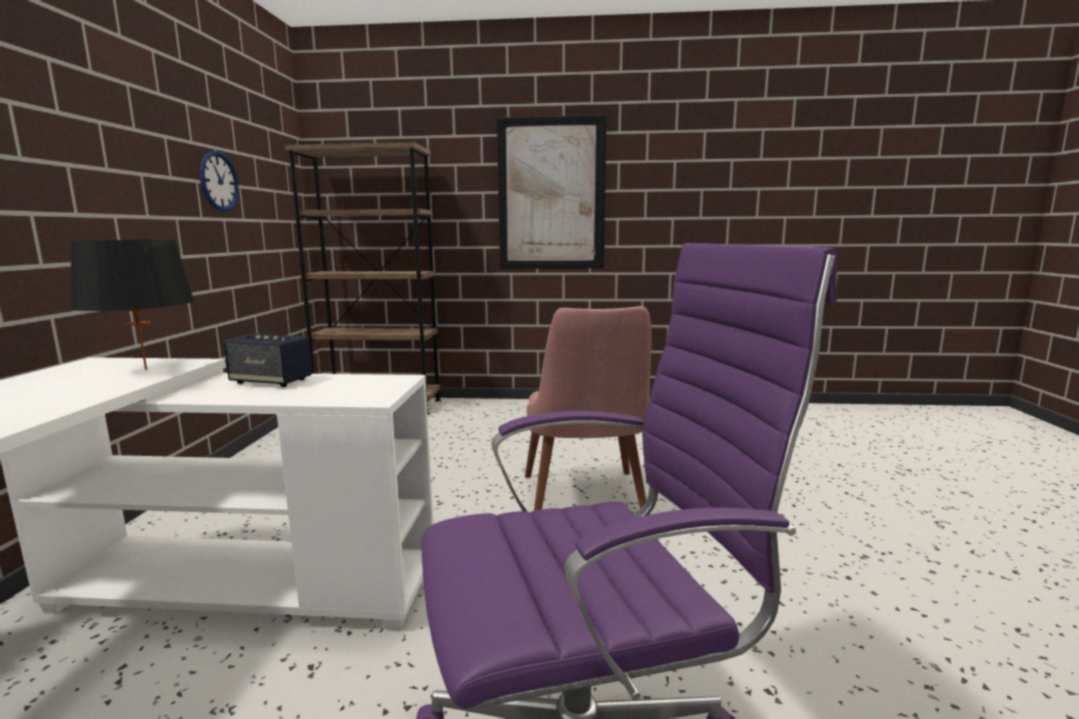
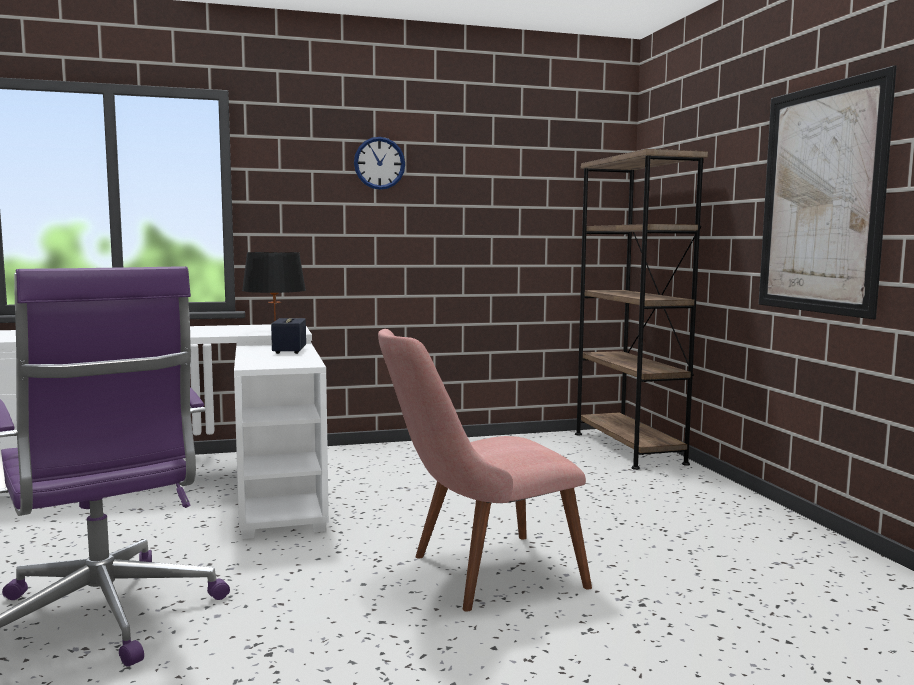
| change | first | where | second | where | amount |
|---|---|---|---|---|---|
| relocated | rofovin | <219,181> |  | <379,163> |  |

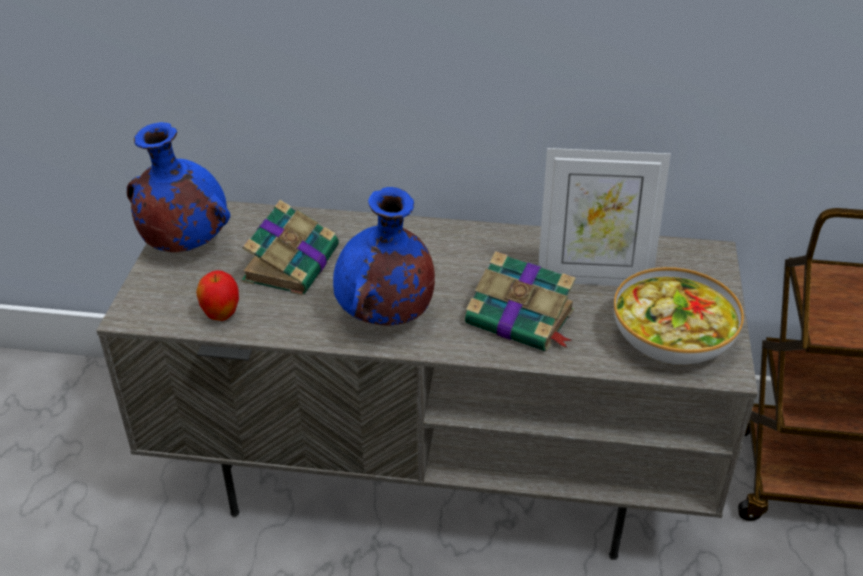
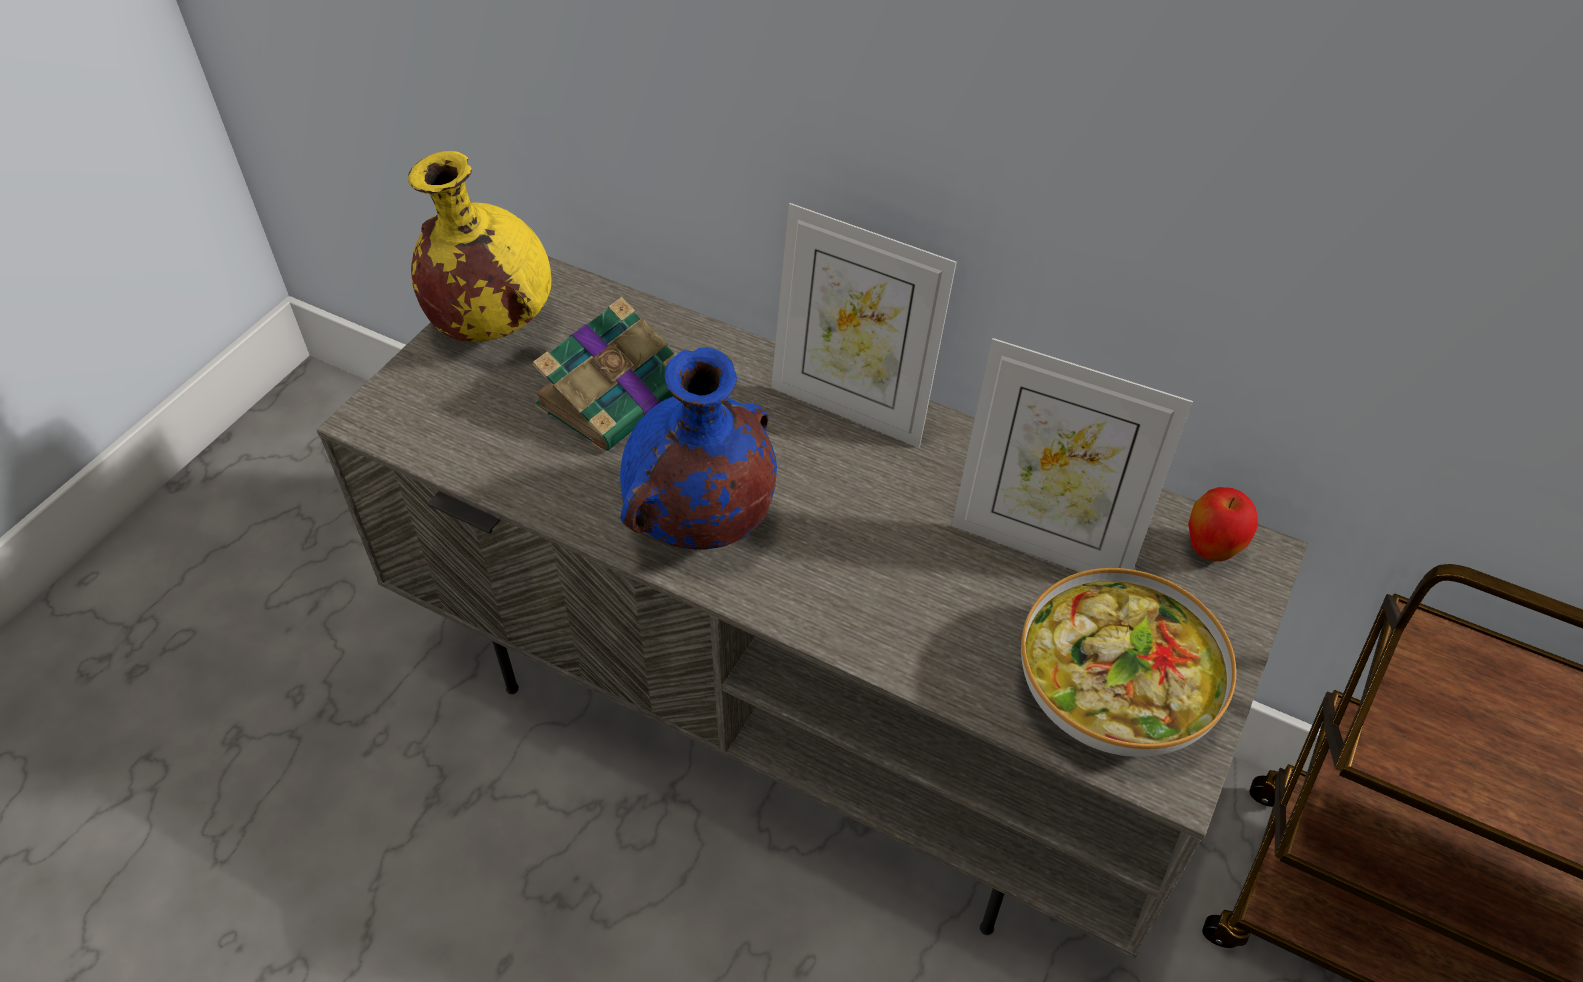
| change | first | where | second | where | amount |
|---|---|---|---|---|---|
| missing | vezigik | <520,301> |  |  |  |
| appeared |  |  | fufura | <864,325> |  |
| relocated | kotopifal | <217,295> |  | <1223,524> |  |
| colour | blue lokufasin | <178,187> | yellow lokufasin | <479,246> |  |

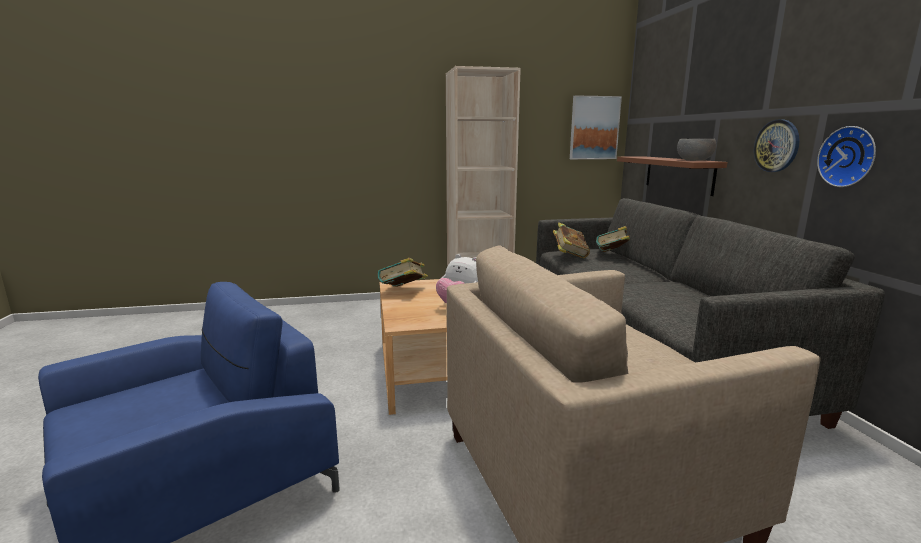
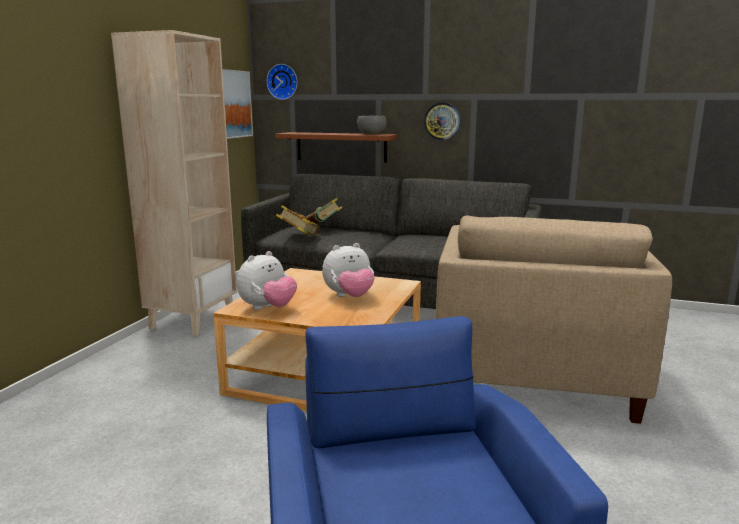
| change | first | where | second | where | amount |
|---|---|---|---|---|---|
| relocated | rofovin | <846,156> |  | <282,82> |  |
| exchanged | vezigik | <403,272> | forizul | <267,280> |  |

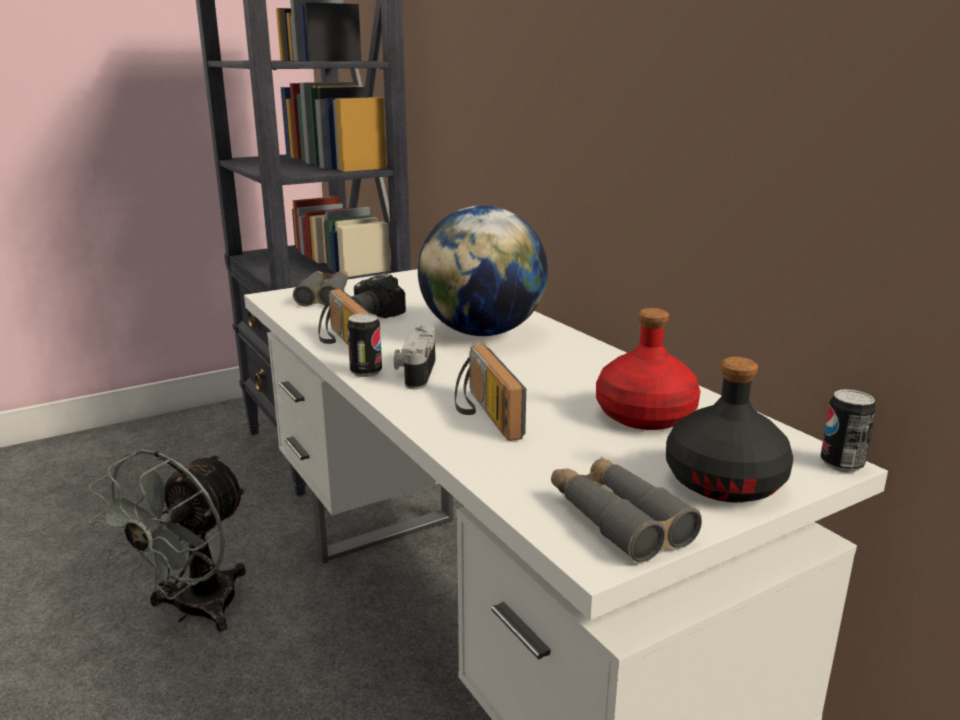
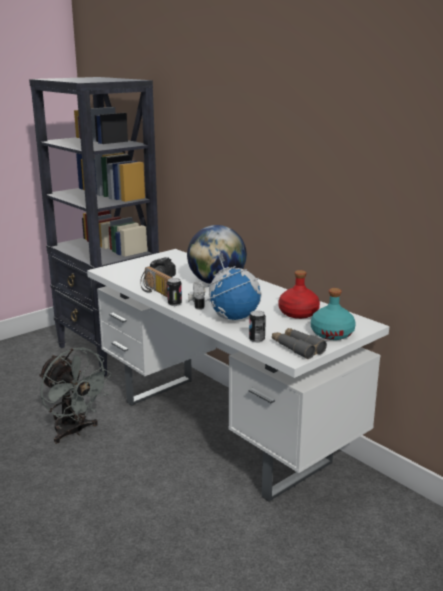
| change | first | where | second | where | amount |
|---|---|---|---|---|---|
| missing | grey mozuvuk | <320,289> |  |  |  |
| relocated | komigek | <848,431> |  | <257,327> |  |
| exchanged | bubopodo | <490,392> | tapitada | <233,287> |  |
| colour | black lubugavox | <729,429> | turquoise lubugavox | <333,314> |  |
| spun | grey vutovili | <167,541> |  | <75,395> | 60 degrees counterclockwise |

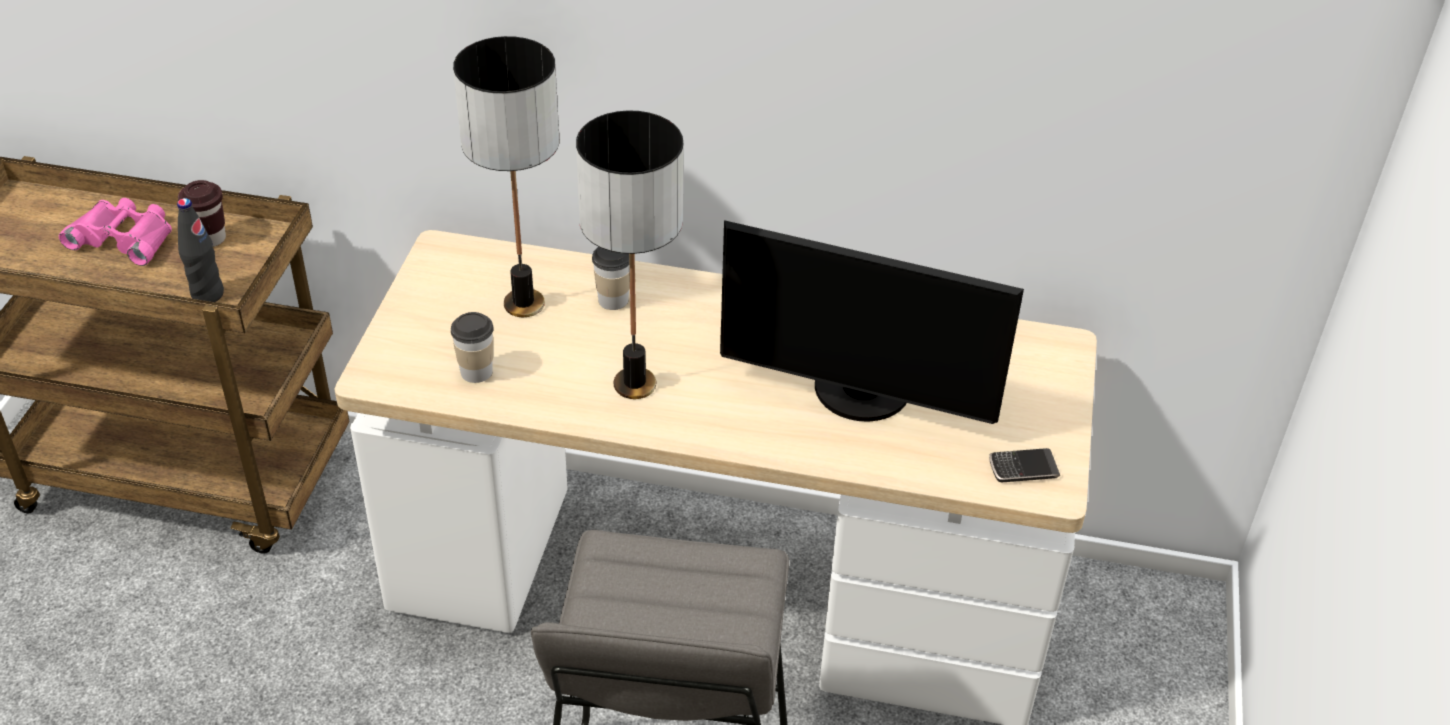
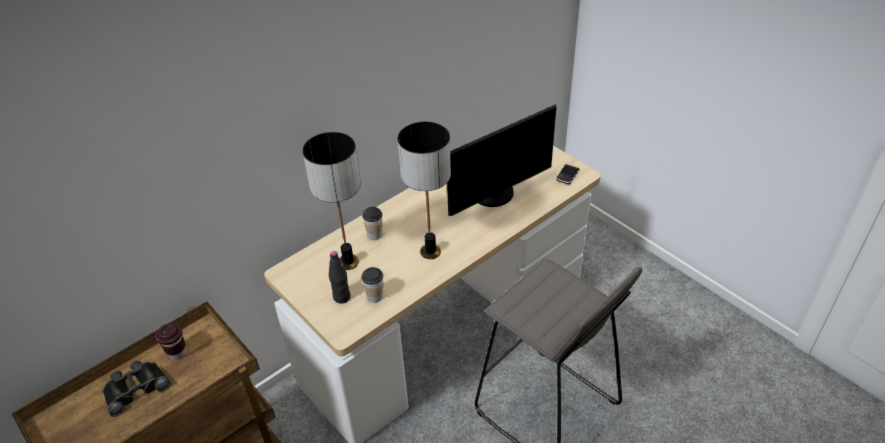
| change | first | where | second | where | amount |
|---|---|---|---|---|---|
| relocated | black lubugavox | <200,250> |  | <340,277> |  |
| colour | pink mozuvuk | <115,232> | black mozuvuk | <137,389> |  |

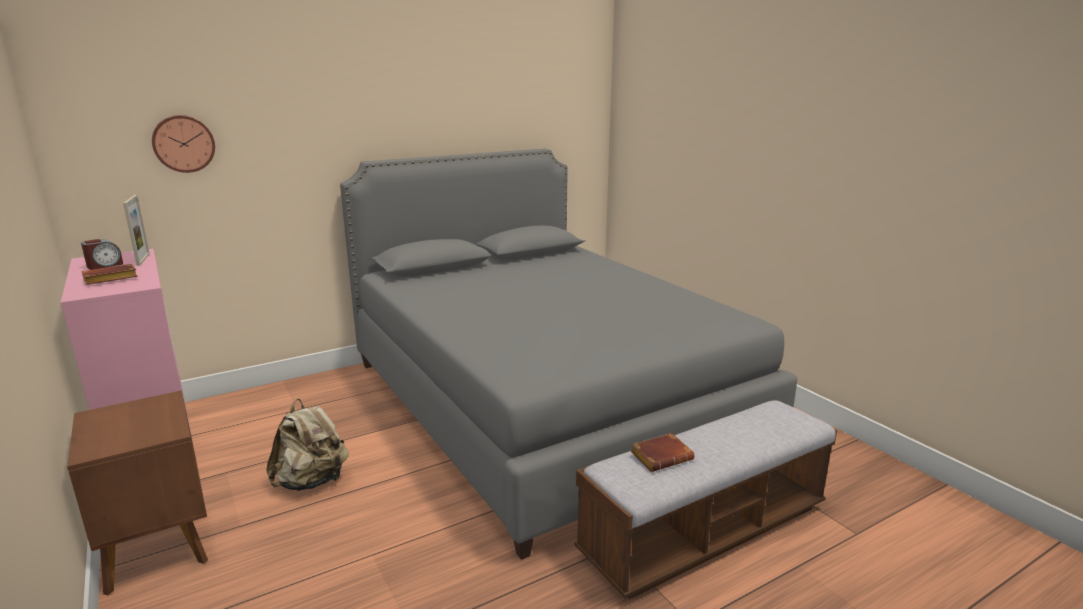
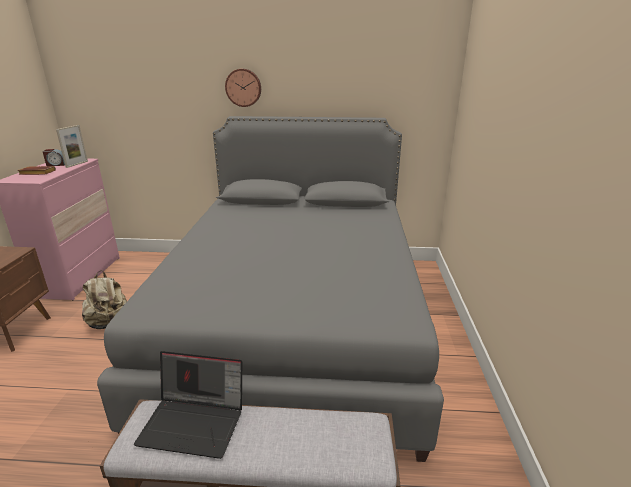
| change | first | where | second | where | amount |
|---|---|---|---|---|---|
| relocated | rofovin | <183,144> |  | <243,88> |  |
| exchanged | brown vezigik | <662,452> | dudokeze | <188,405> |  |

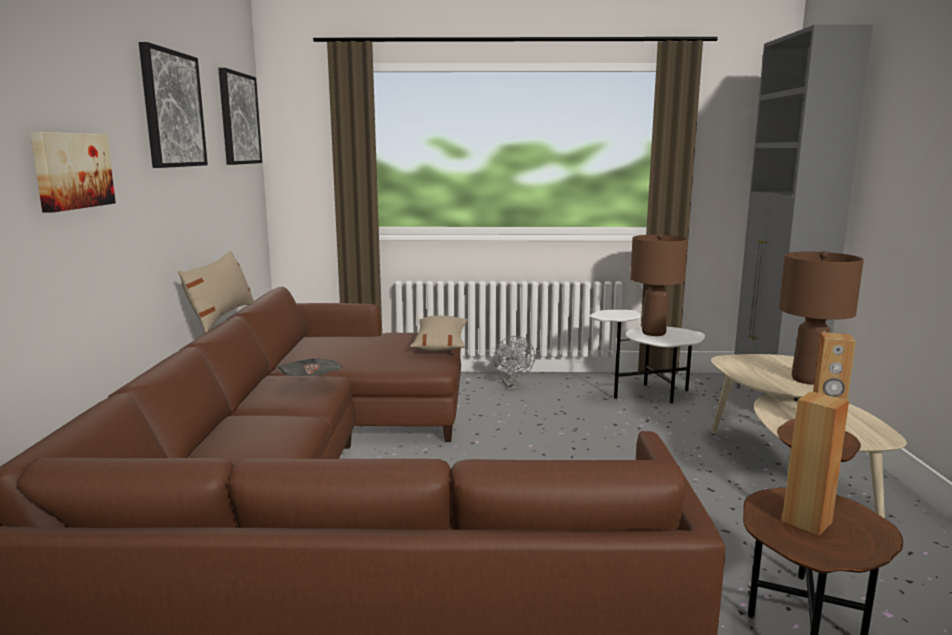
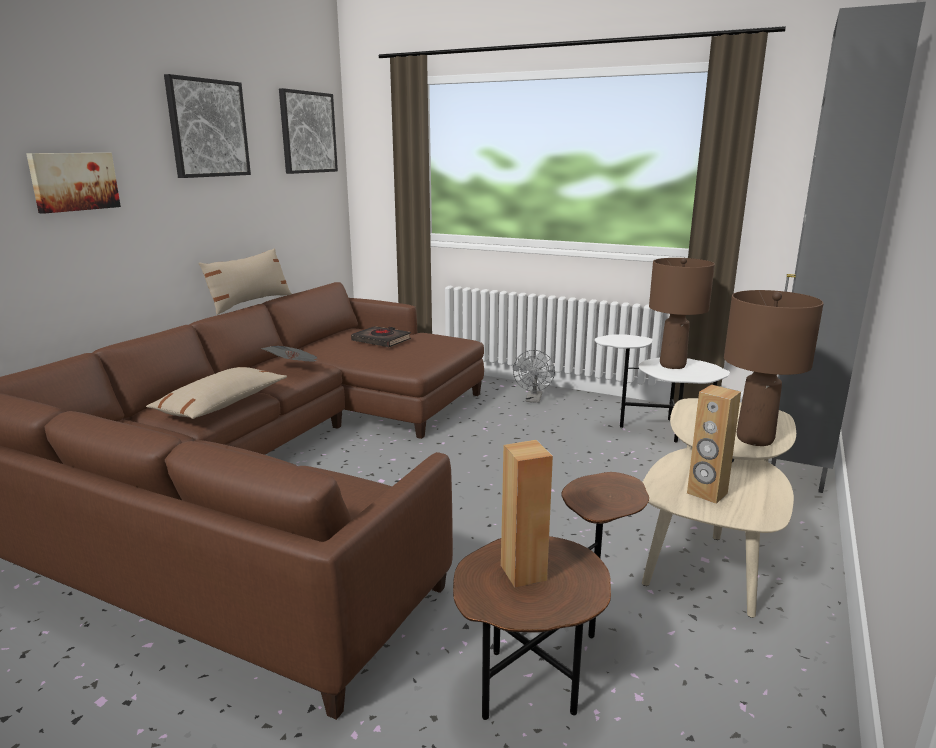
| change | first | where | second | where | amount |
|---|---|---|---|---|---|
| appeared |  |  | black vezigik | <381,336> |  |
| relocated | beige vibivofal | <439,333> |  | <216,393> |  |

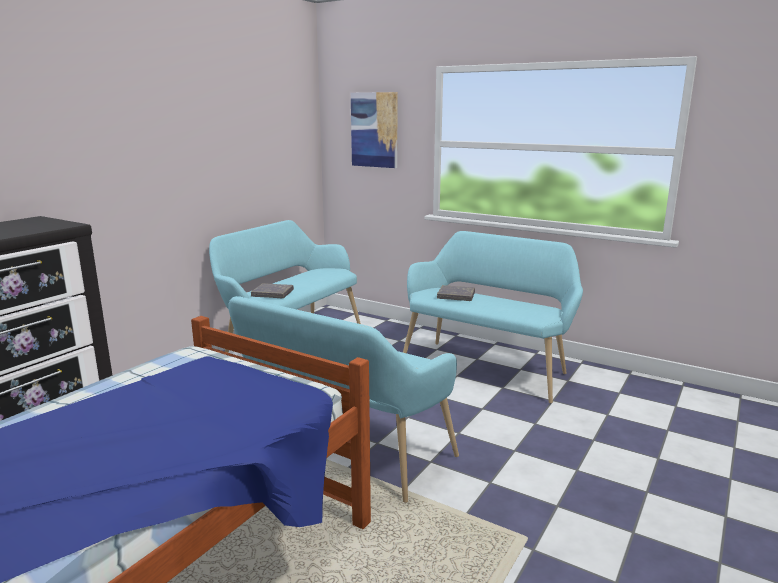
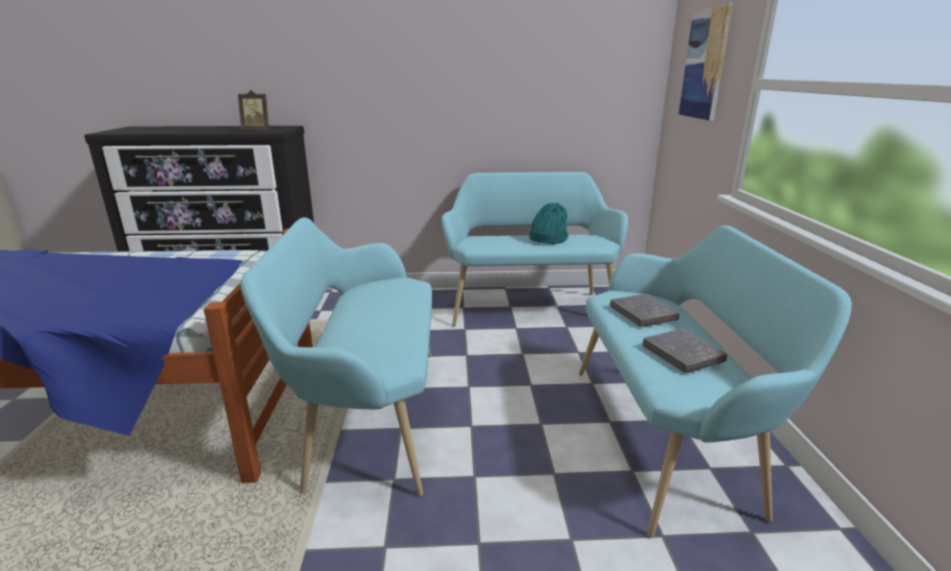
| change | first | where | second | where | amount |
|---|---|---|---|---|---|
| appeared |  |  | fufura | <254,110> |  |
| appeared |  |  | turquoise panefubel | <548,223> |  |
| relocated | grey vezigik | <272,290> |  | <685,351> |  |

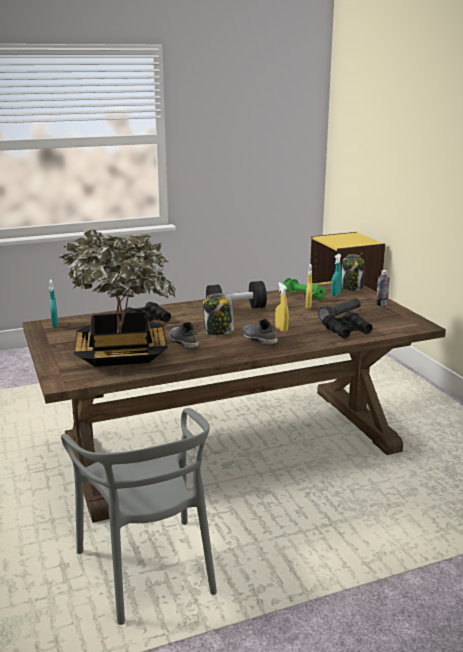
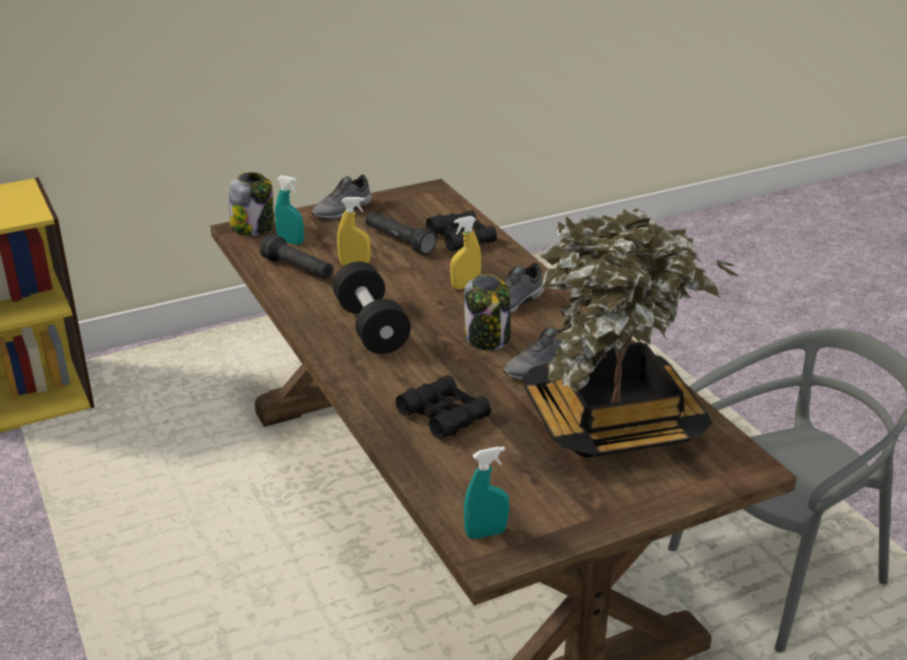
| change | first | where | second | where | amount |
|---|---|---|---|---|---|
| exchanged | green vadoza | <304,289> | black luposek | <296,256> |  |
| exchanged | lubugavox | <383,288> | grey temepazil | <341,197> |  |

